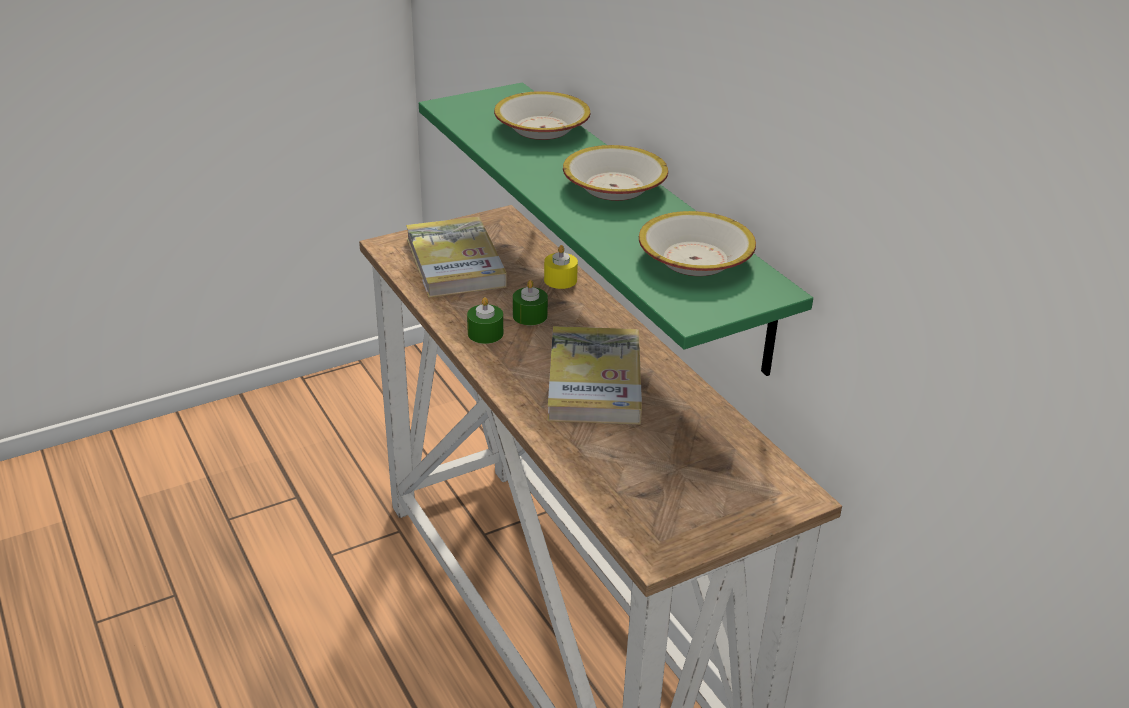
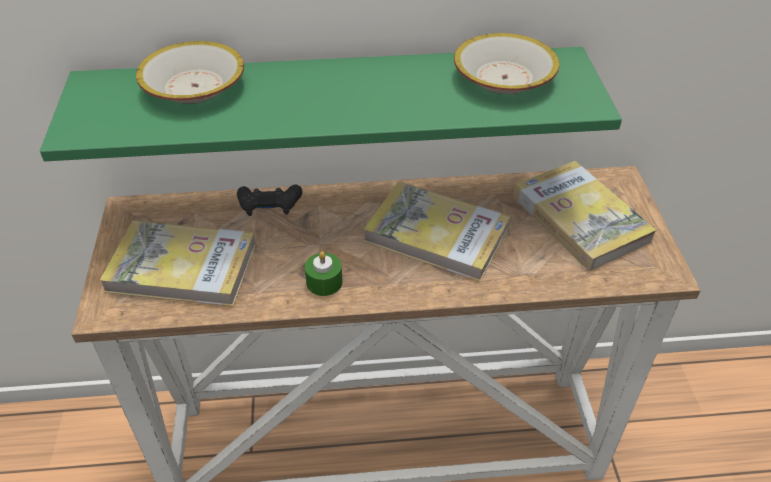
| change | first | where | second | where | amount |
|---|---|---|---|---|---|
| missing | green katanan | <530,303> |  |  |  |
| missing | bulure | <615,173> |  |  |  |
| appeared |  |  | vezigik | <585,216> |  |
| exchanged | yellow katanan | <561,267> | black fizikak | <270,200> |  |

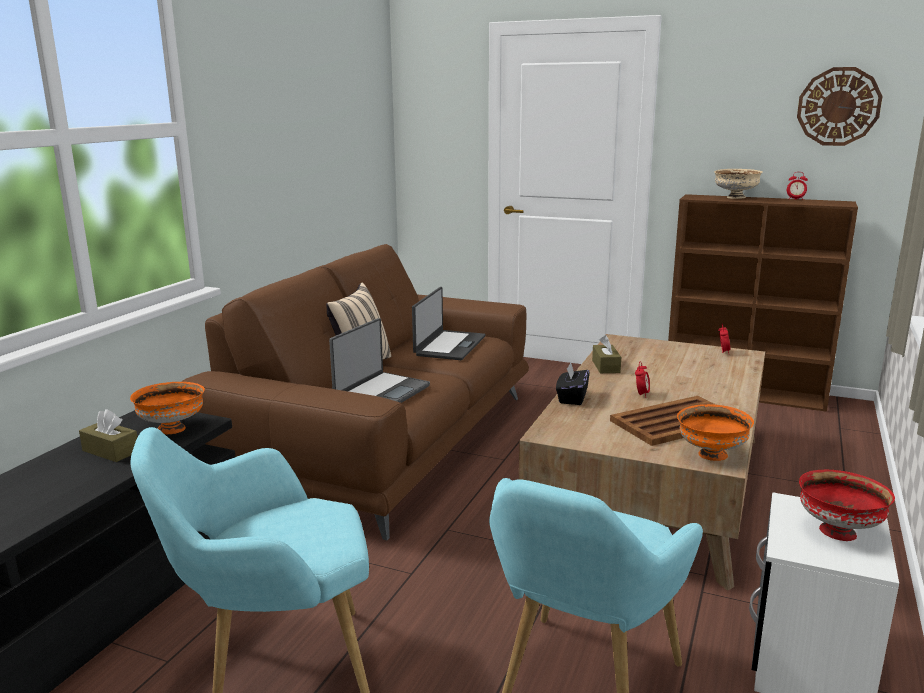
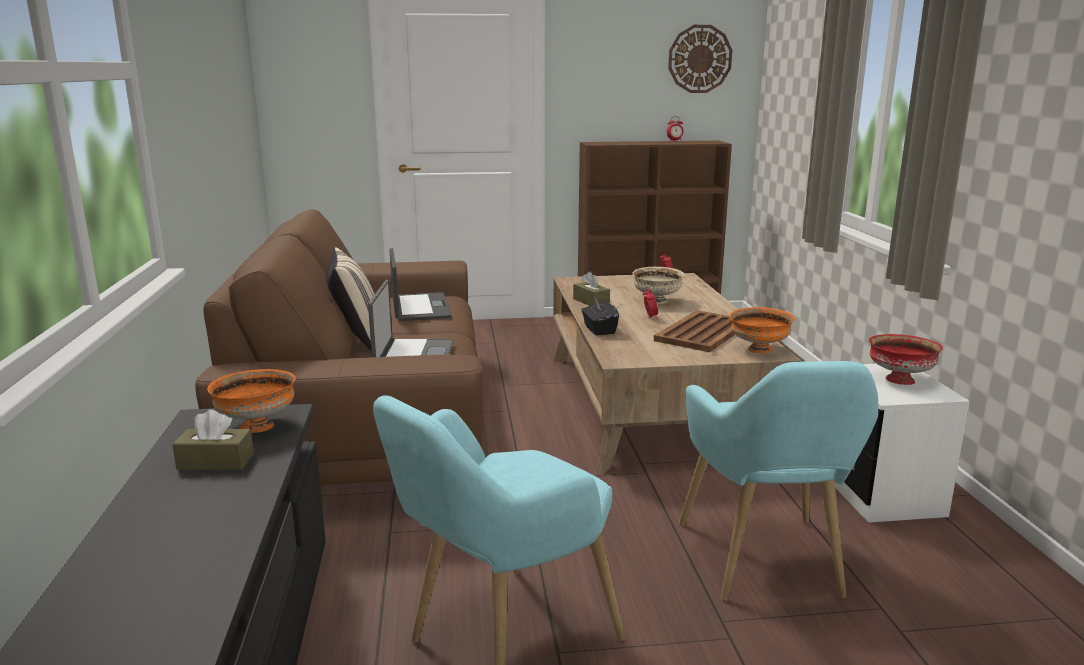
| change | first | where | second | where | amount |
|---|---|---|---|---|---|
| relocated | beige bulure | <738,184> |  | <658,285> |  |

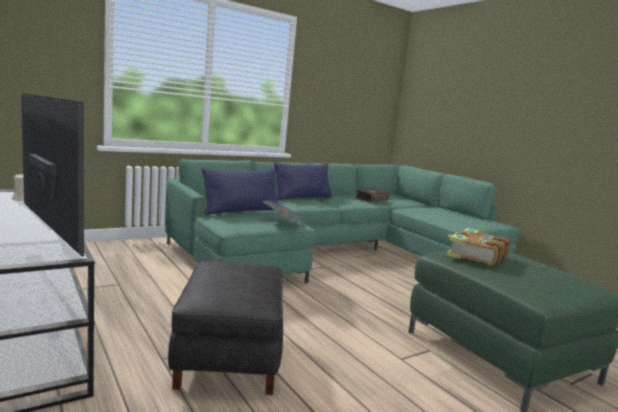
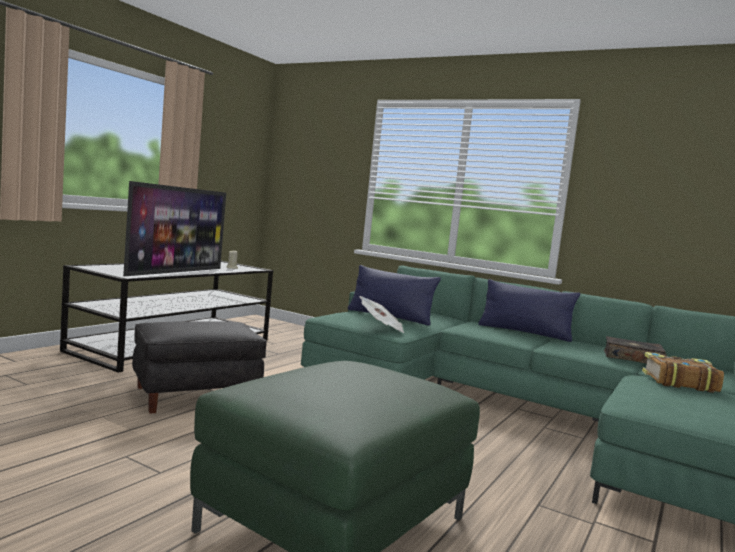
| change | first | where | second | where | amount |
|---|---|---|---|---|---|
| relocated | vezigik | <478,247> |  | <683,372> |  |

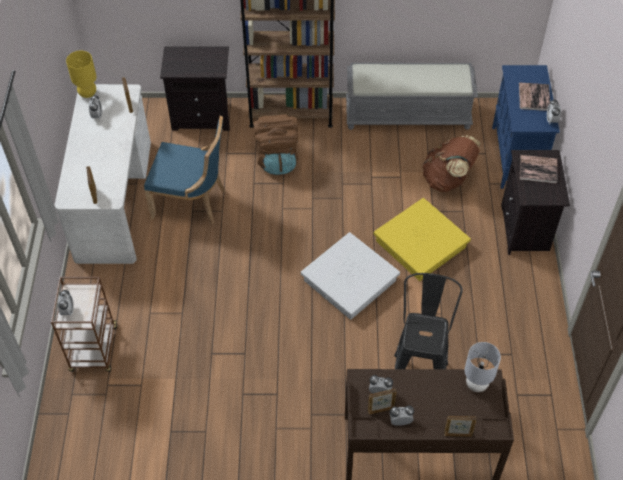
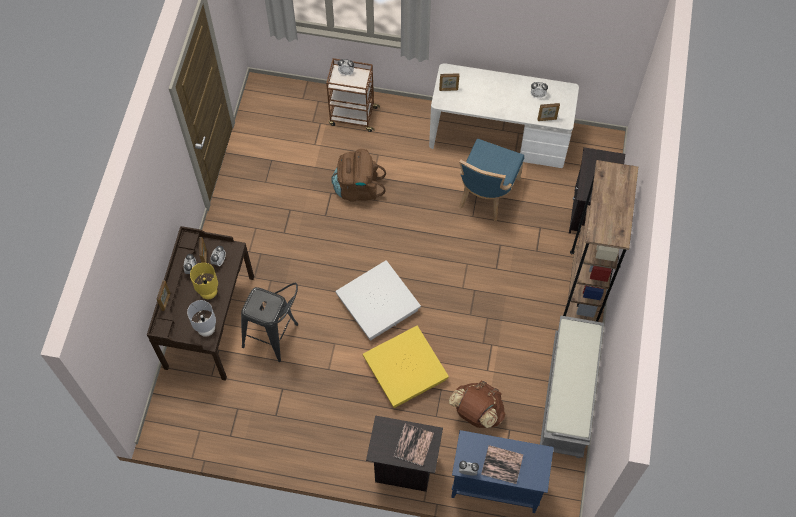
| change | first | where | second | where | amount |
|---|---|---|---|---|---|
| relocated | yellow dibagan | <81,74> |  | <204,281> |  |
| relocated | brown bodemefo | <275,144> |  | <358,175> |  |

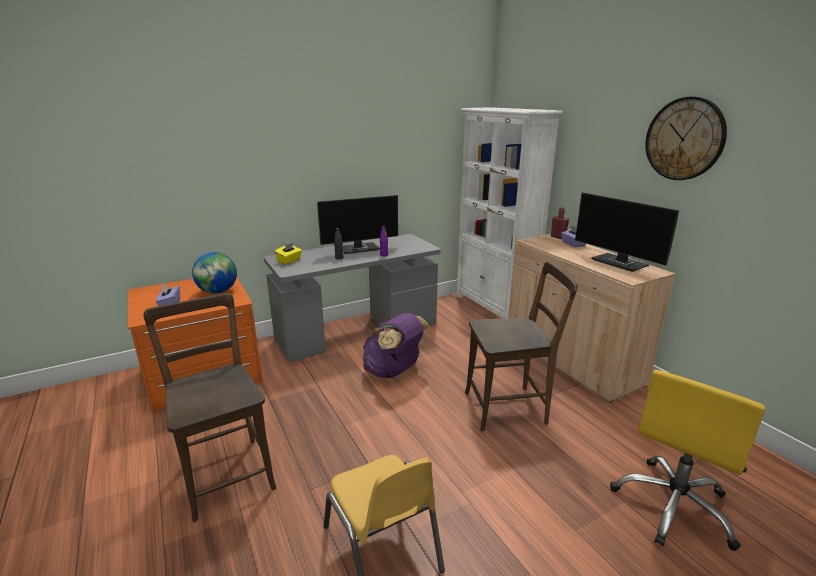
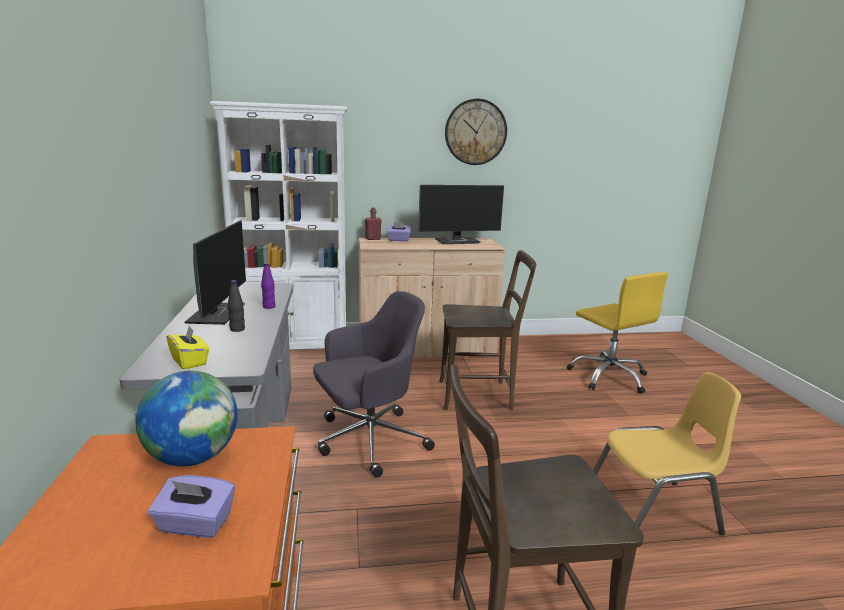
| change | first | where | second | where | amount |
|---|---|---|---|---|---|
| exchanged | purple bodemefo | <396,345> | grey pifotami | <374,384> |  |
| spun | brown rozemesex | <521,346> |  | <488,330> | 75 degrees clockwise |

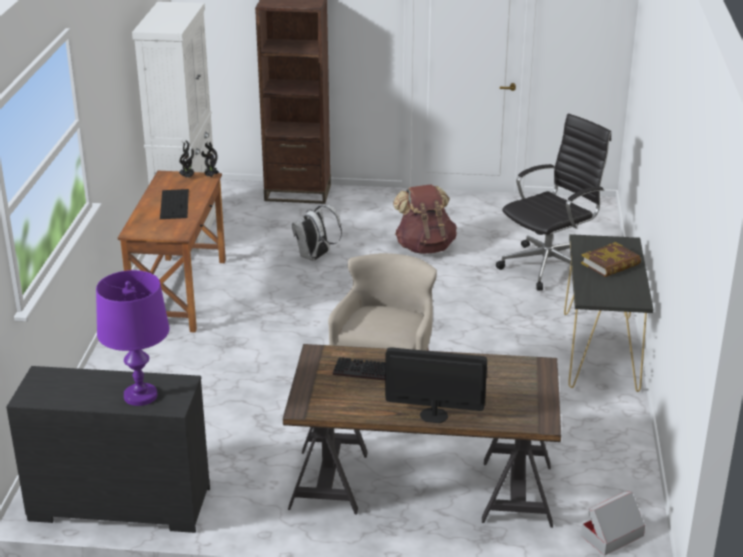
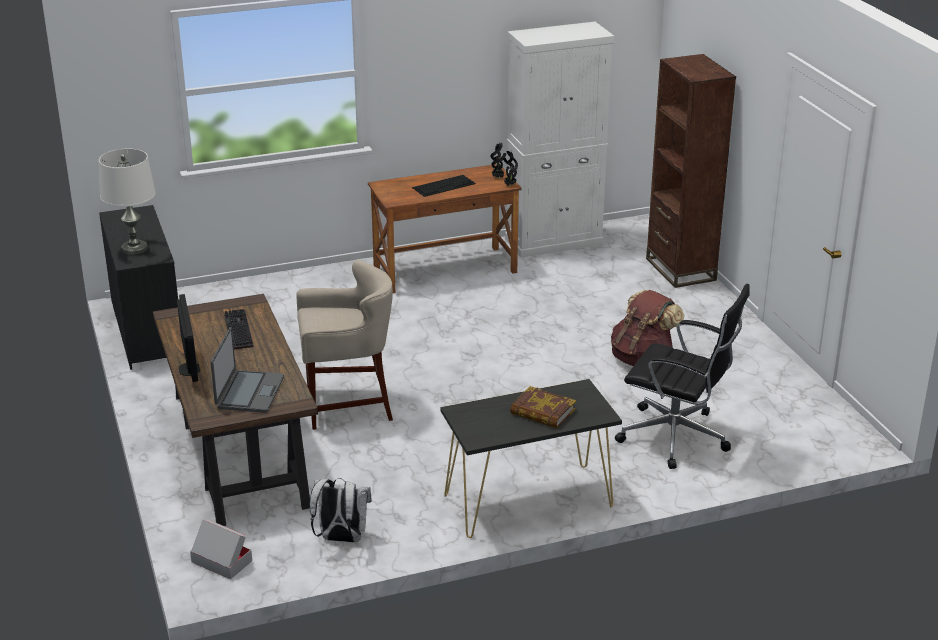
| change | first | where | second | where | amount |
|---|---|---|---|---|---|
| appeared |  |  | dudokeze | <247,370> |  |
| relocated | white bodemefo | <317,233> |  | <341,510> |  |
| colour | purple dibagan | <132,338> | white dibagan | <127,202> |  |

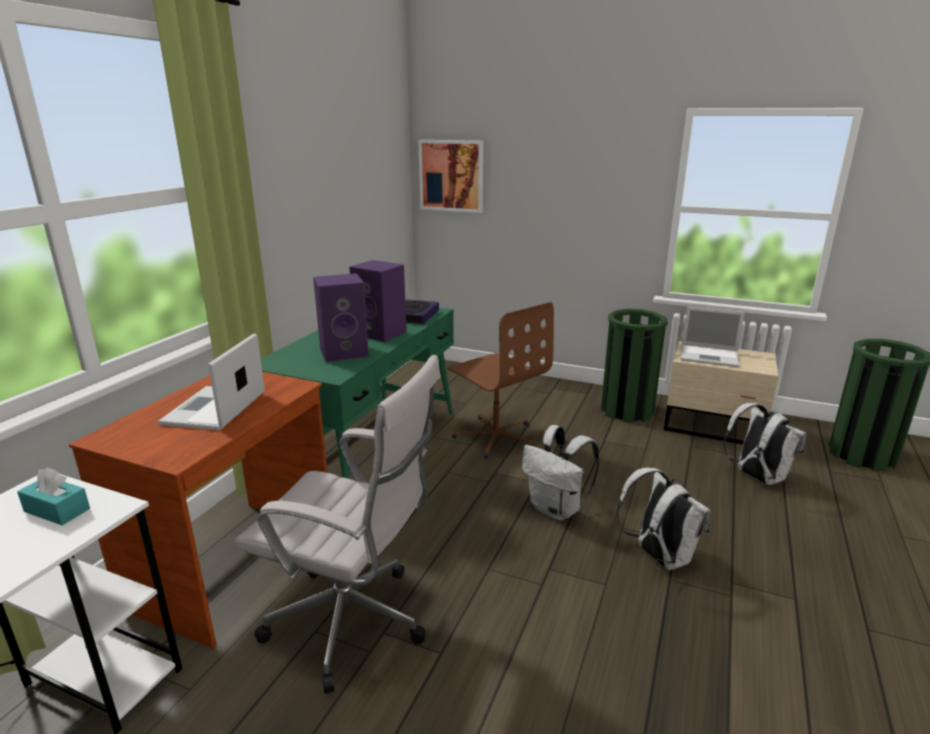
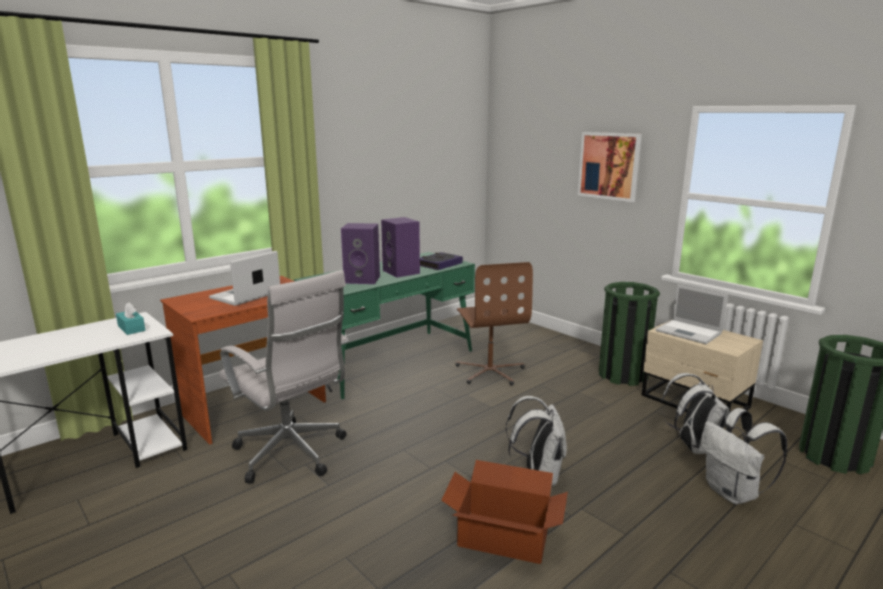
| change | first | where | second | where | amount |
|---|---|---|---|---|---|
| appeared |  |  | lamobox | <504,512> |  |
| relocated | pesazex | <450,176> |  | <610,167> |  |
| relocated | white bodemefo | <560,473> |  | <743,456> |  |

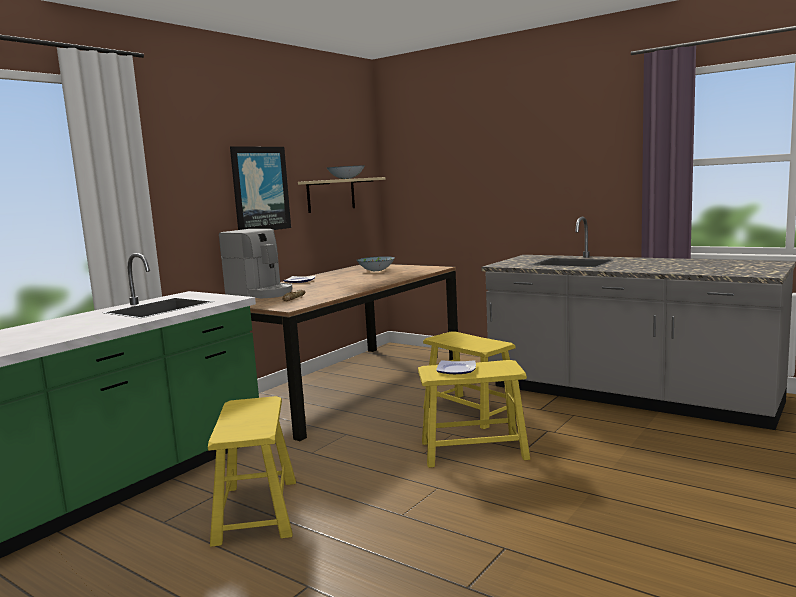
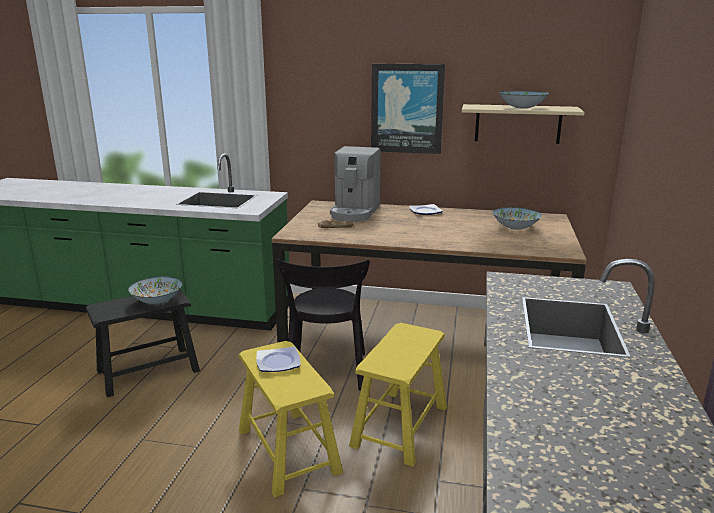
| change | first | where | second | where | amount |
|---|---|---|---|---|---|
| appeared |  |  | bulure | <155,290> |  |
| appeared |  |  | black rozemesex | <323,325> |  |
| colour | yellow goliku | <252,471> | black goliku | <143,343> |  |

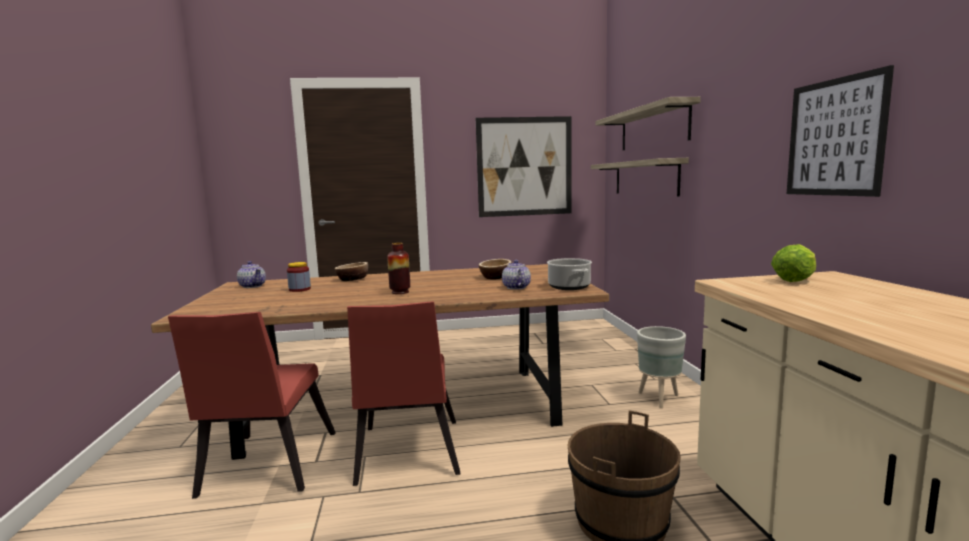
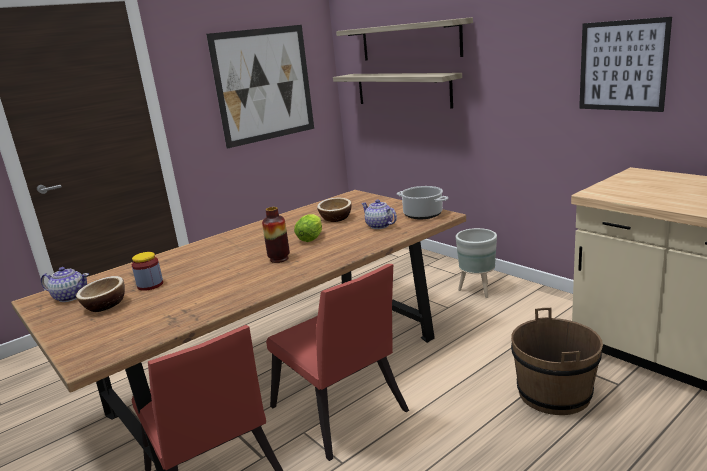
| change | first | where | second | where | amount |
|---|---|---|---|---|---|
| relocated | bulure | <351,271> |  | <100,294> |  |
| relocated | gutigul | <793,263> |  | <308,228> |  |

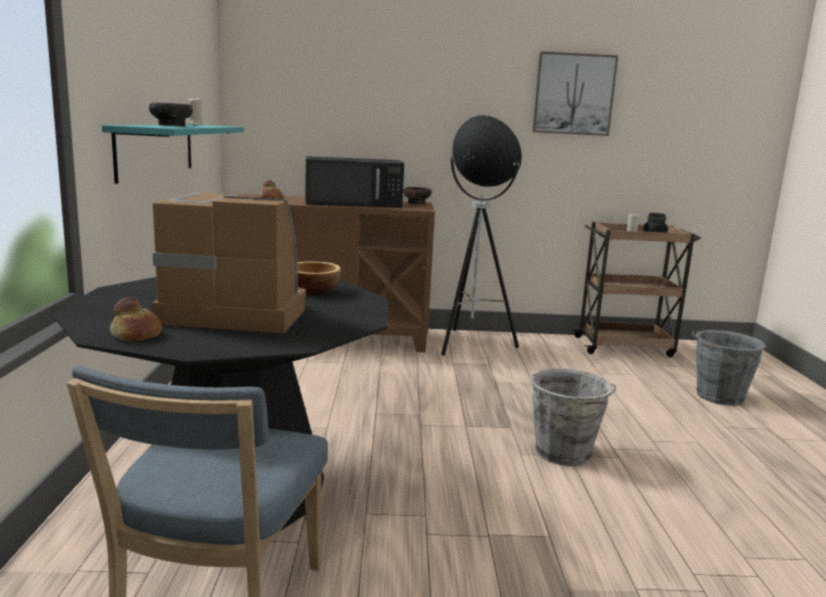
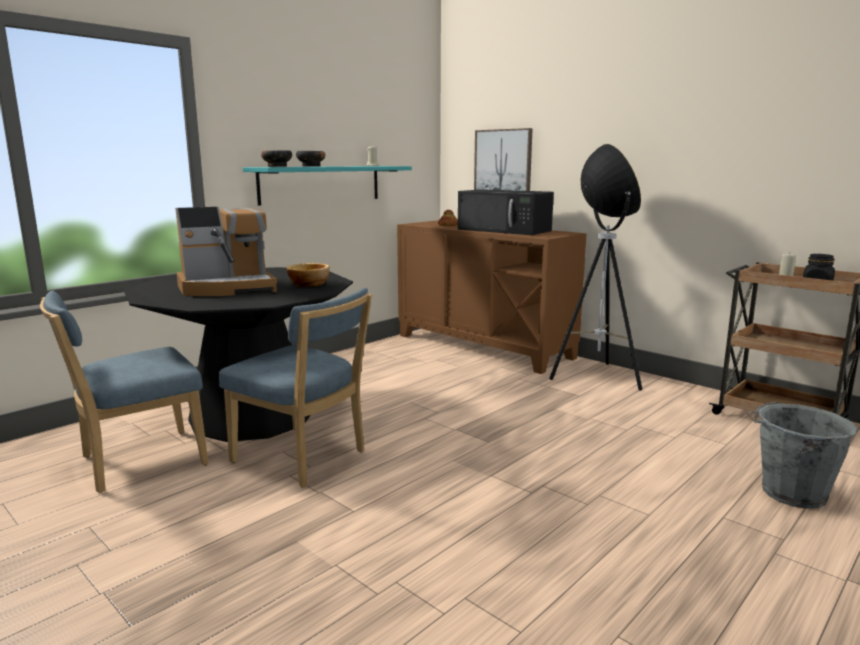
| change | first | where | second | where | amount |
|---|---|---|---|---|---|
| missing | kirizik | <136,319> |  |  |  |
| missing | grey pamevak | <573,417> |  |  |  |
| appeared |  |  | blue rozemesex | <295,387> |  |
| relocated | bulure | <417,195> |  | <276,158> |  |
| relocated | pesazex | <575,93> |  | <503,159> |  |
| spun | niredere | <229,263> |  | <226,251> | 105 degrees clockwise |

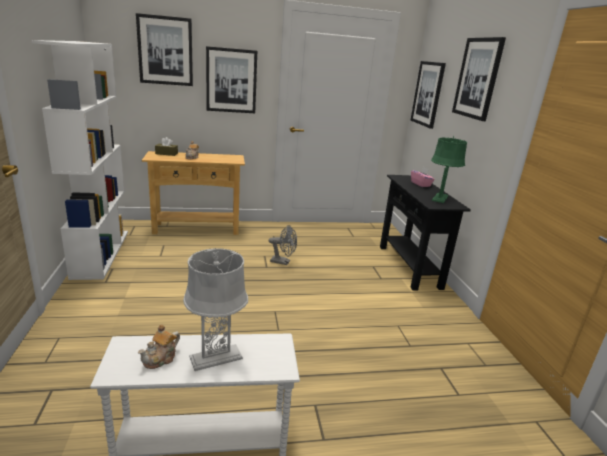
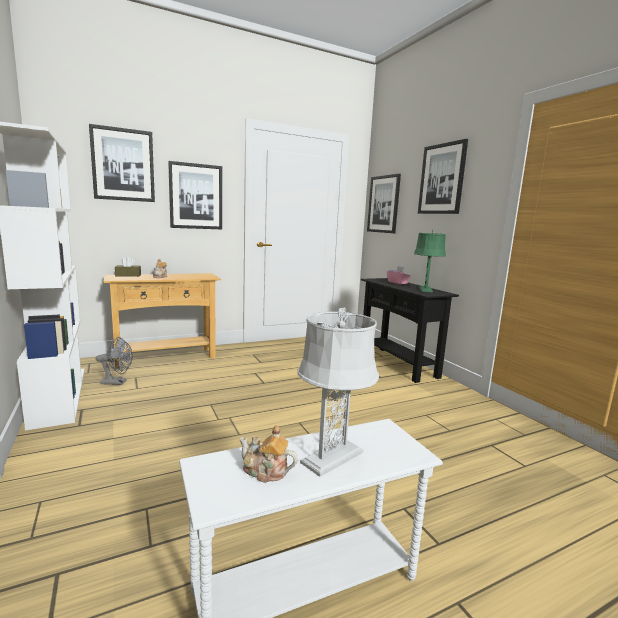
| change | first | where | second | where | amount |
|---|---|---|---|---|---|
| relocated | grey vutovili | <283,245> |  | <114,361> |  |
| spun | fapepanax | <159,347> |  | <269,454> | 90 degrees clockwise |

